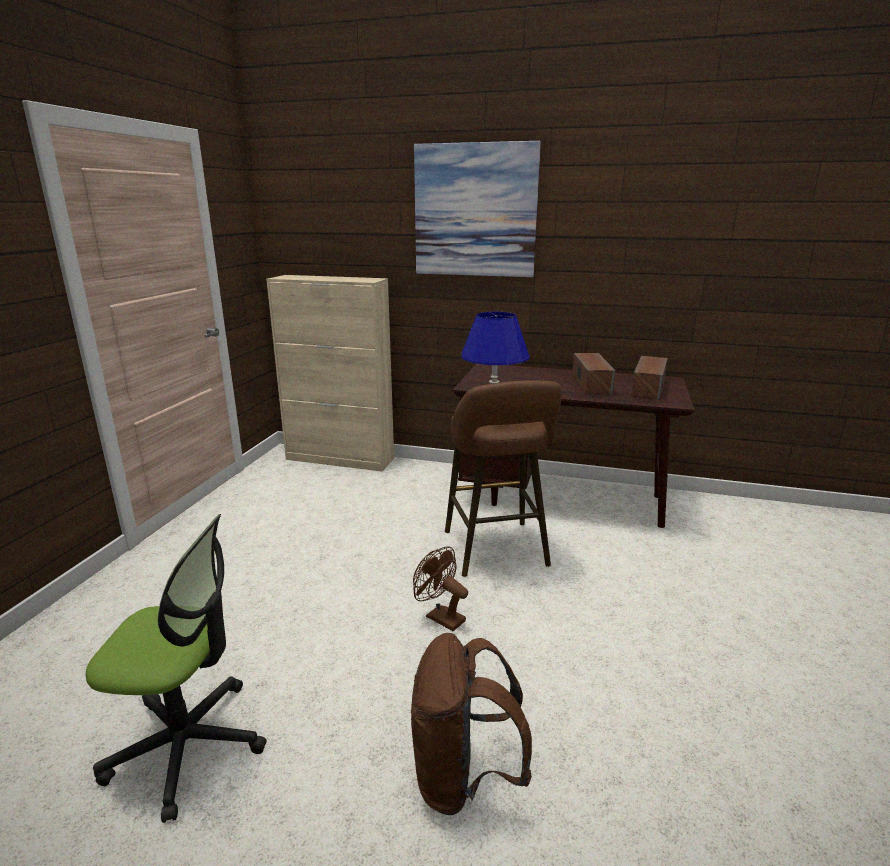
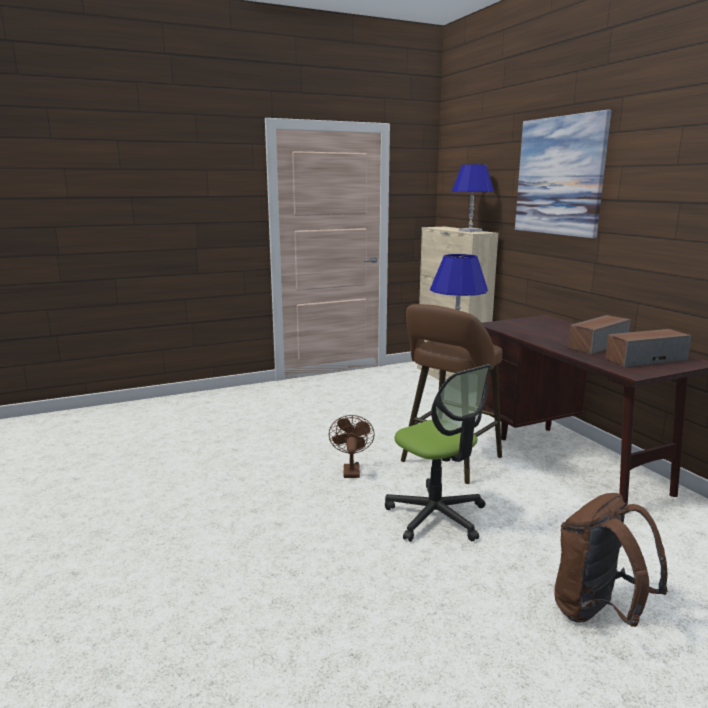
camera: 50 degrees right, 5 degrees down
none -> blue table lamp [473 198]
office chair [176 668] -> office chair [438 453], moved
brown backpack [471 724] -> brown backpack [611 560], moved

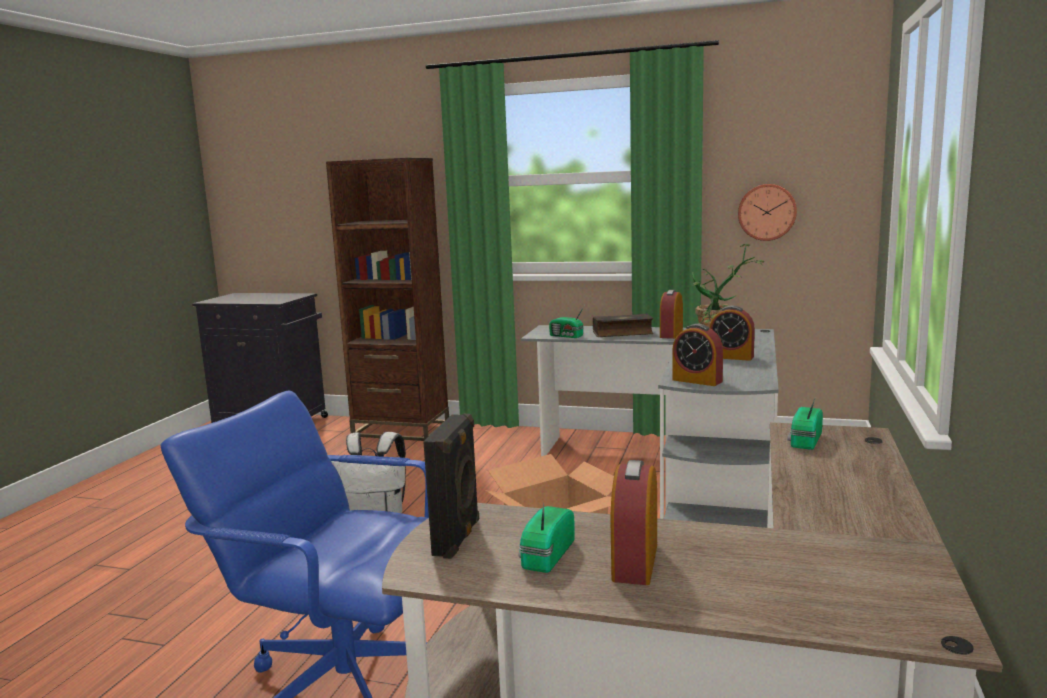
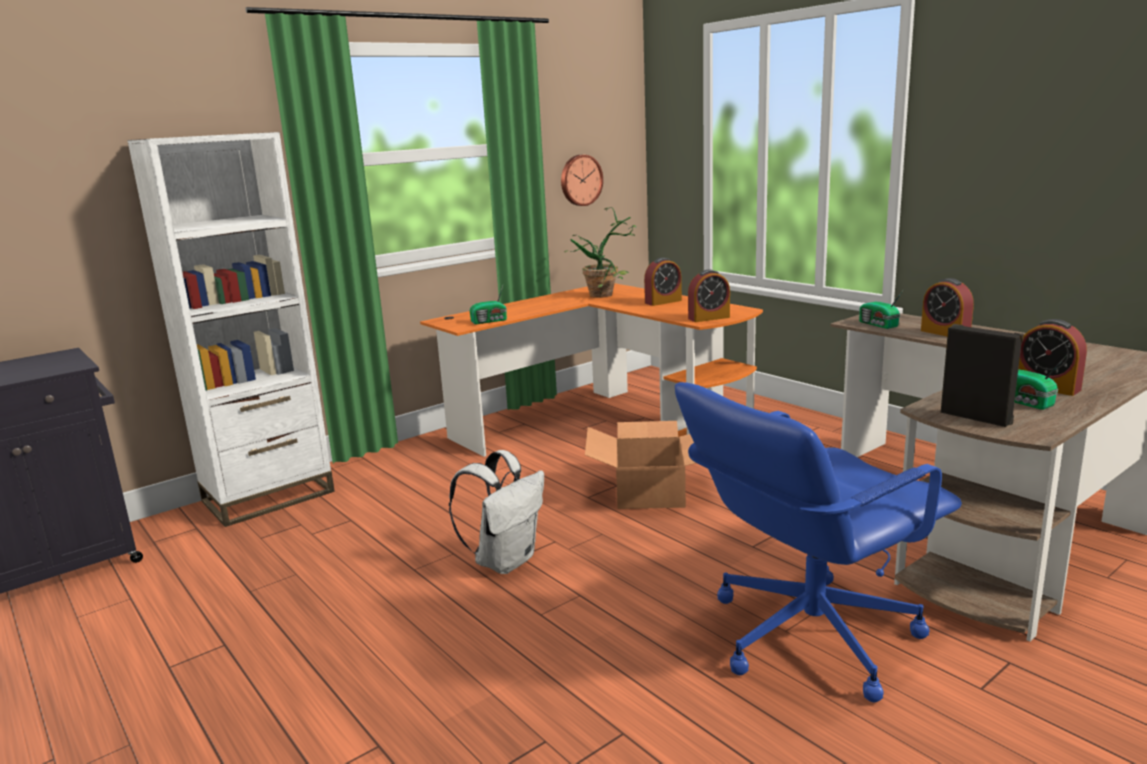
camera: 55 degrees left, 5 degrees up
book [623 325] -> none
alarm clock [671 314] -> alarm clock [947 307], moved
brown bookcase [387 299] -> white bookcase [231 329]
grey desk [650 426] -> orange desk [591 370]

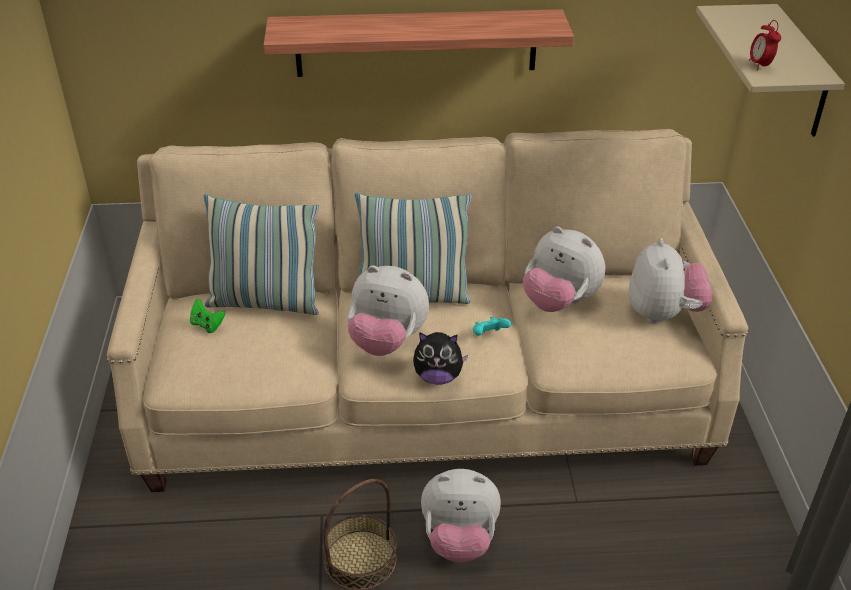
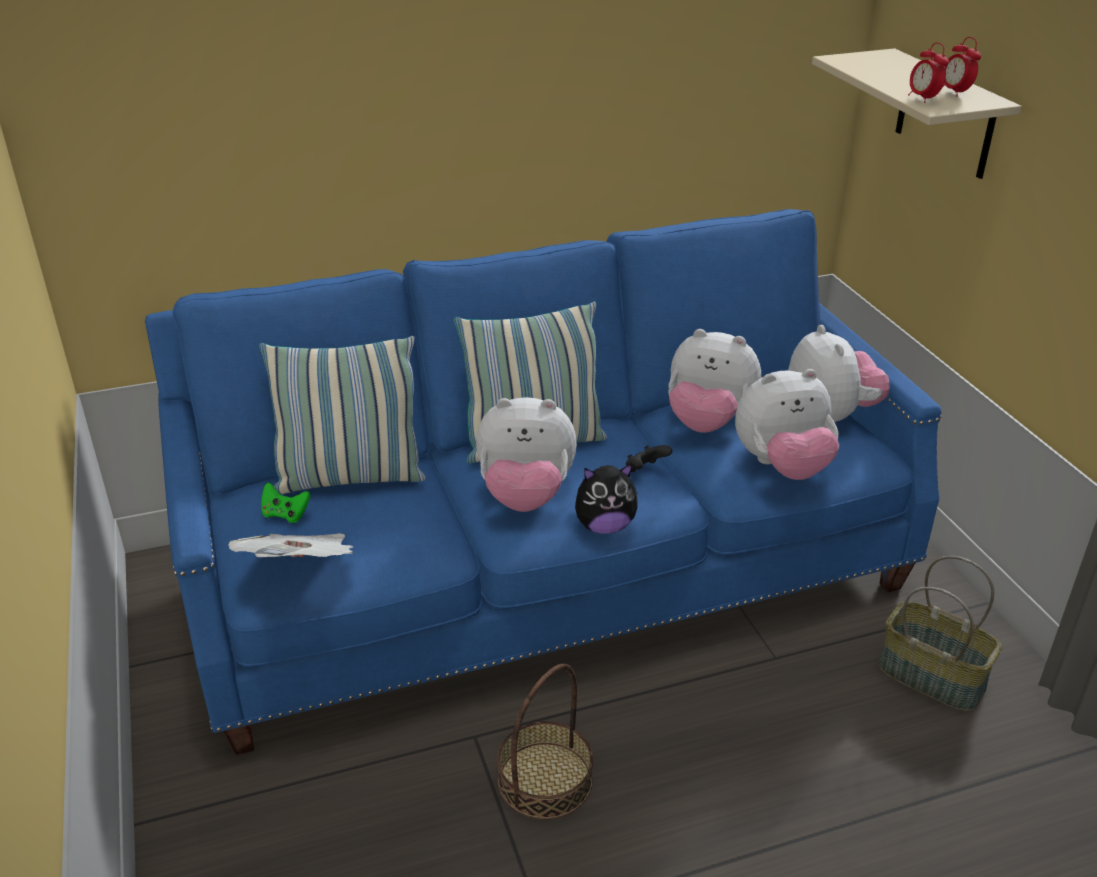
camera: 15 degrees left, 5 degrees down
shelf [419 43] -> none
none -> newspaper [291 545]
none -> basket [940 633]
none -> alarm clock [962 67]
plush toy [461 516] -> plush toy [787 424], moved
beige sofa [427 310] -> blue sofa [543 482]
turquoise game controller [492 326] -> black game controller [649 458]

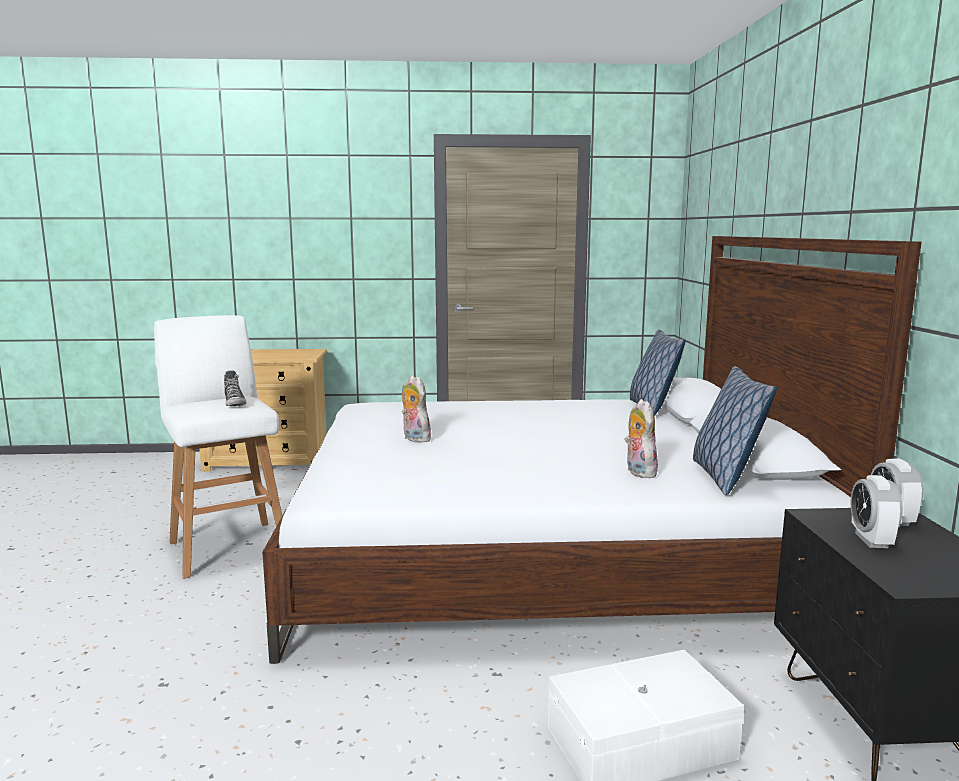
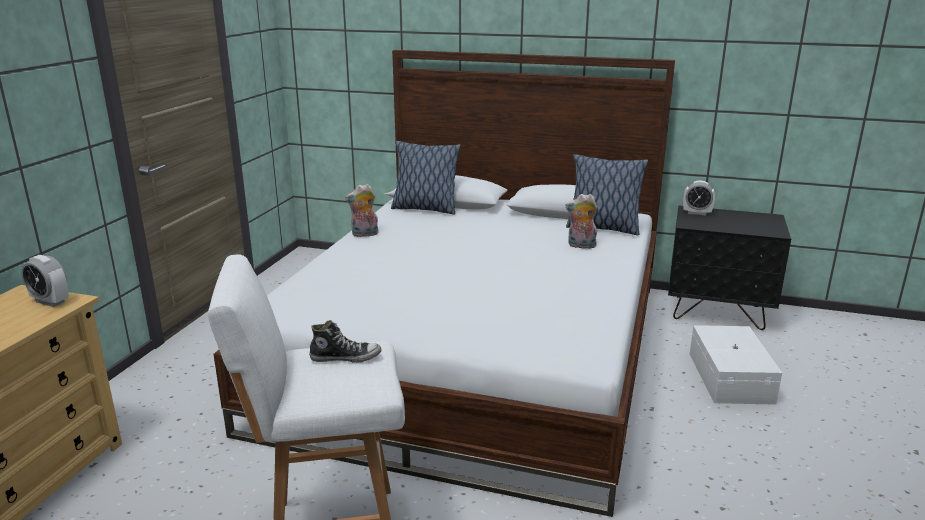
camera: 70 degrees left, 10 degrees up
plush toy [416 409] -> plush toy [362 210], moved
alarm clock [876 511] -> alarm clock [45 281], moved

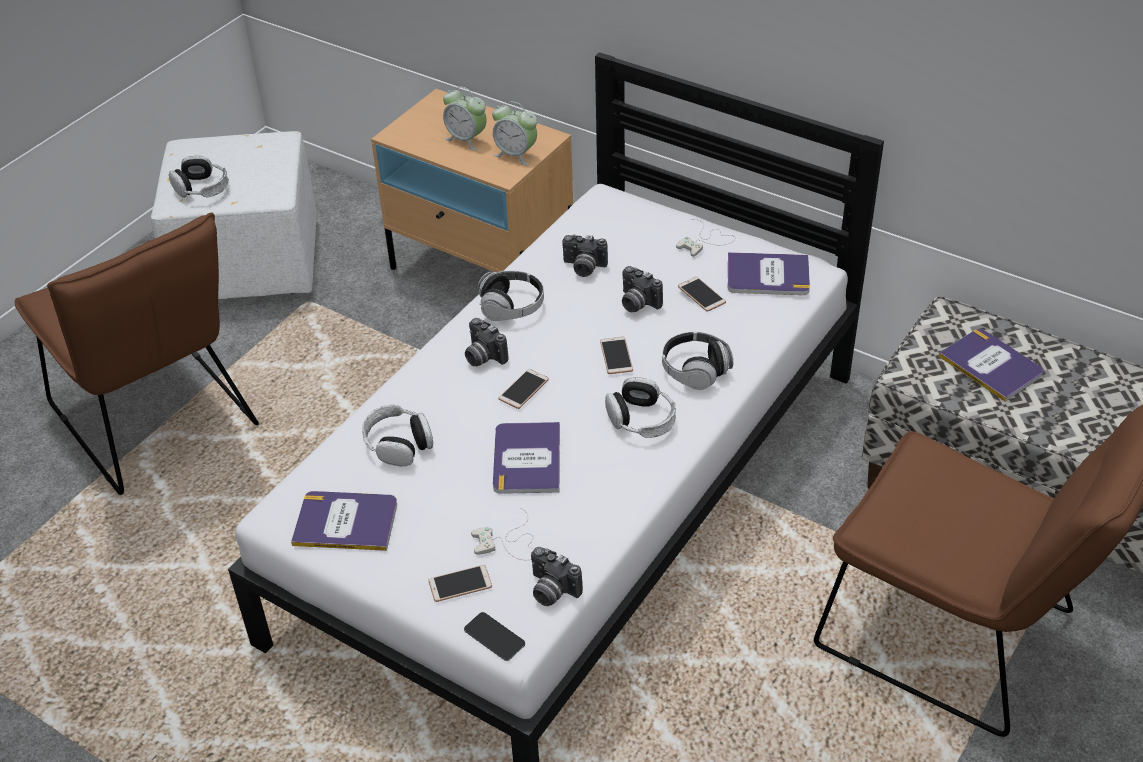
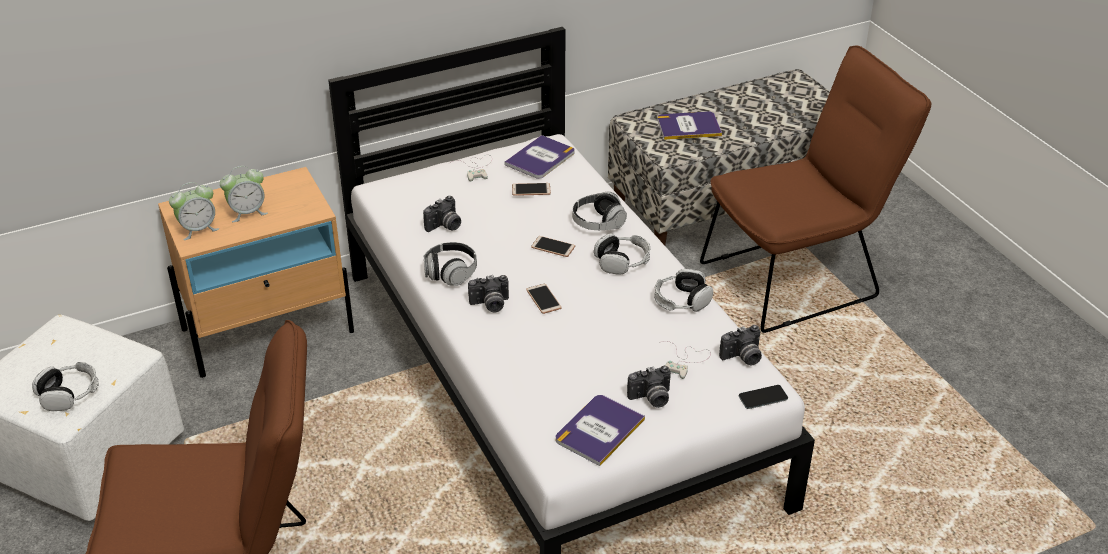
camera: 60 degrees left, 5 degrees down
phone [460 583] -> none
book [526 458] -> none
headphones [397 435] -> headphones [683 290], moved
alarm clock [514 133] -> alarm clock [194 211], moved
photo camera [642 289] -> photo camera [649 387], moved

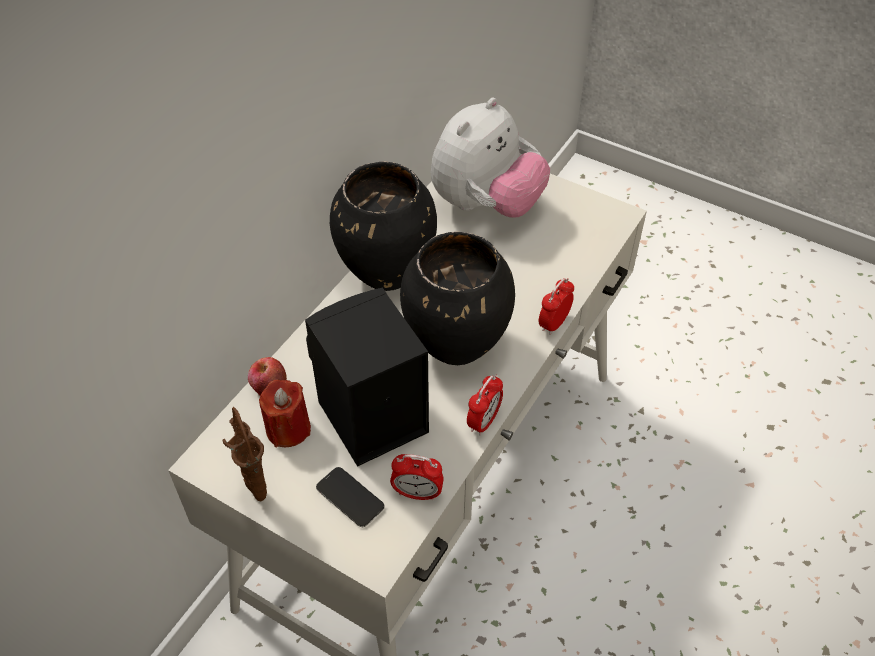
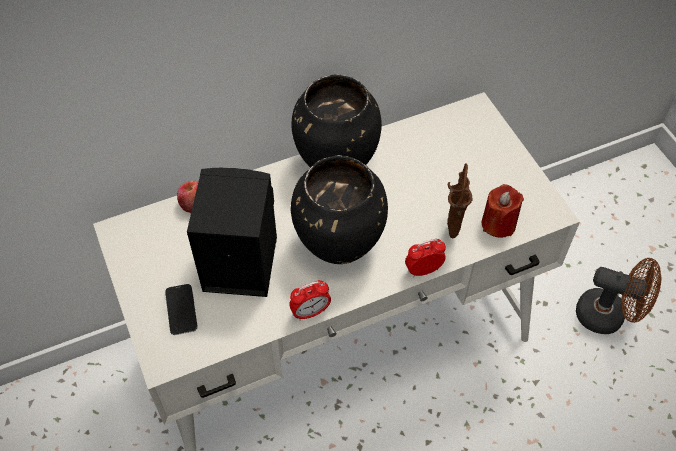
camera: 35 degrees right, 5 degrees up
alarm clock [417 477] -> none
plush toy [490 158] -> none
none -> brown fan [619 296]
brown vase [244 454] -> brown vase [460 200], moved
red candle [285 413] -> red candle [503 211], moved

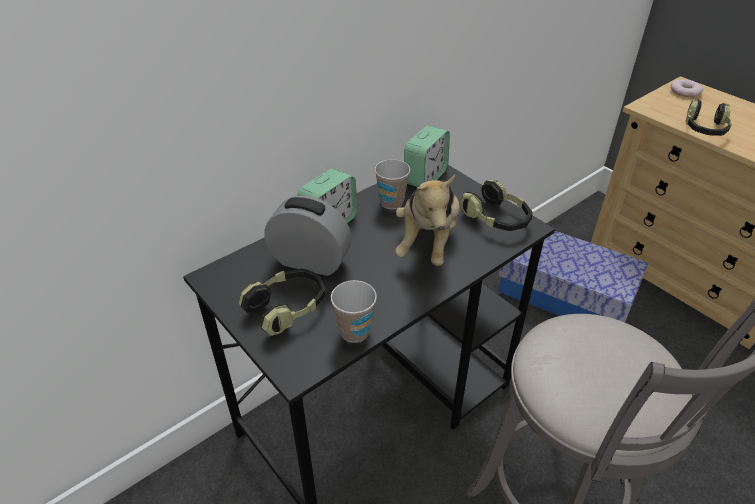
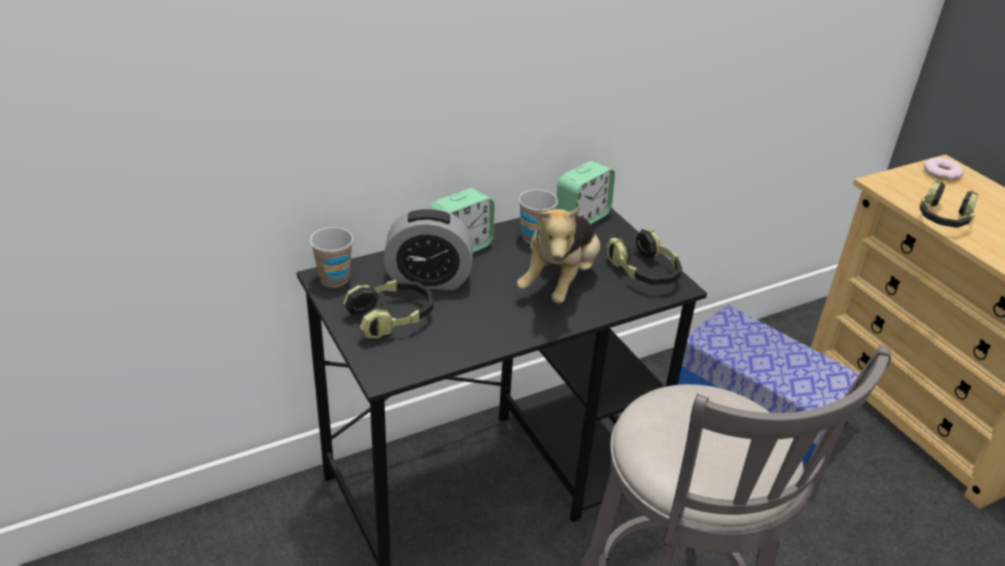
camera: 10 degrees right, 5 degrees down
cup [354 311] -> cup [331 257], moved
alarm clock [308 236] -> alarm clock [428 249], 150 degrees clockwise

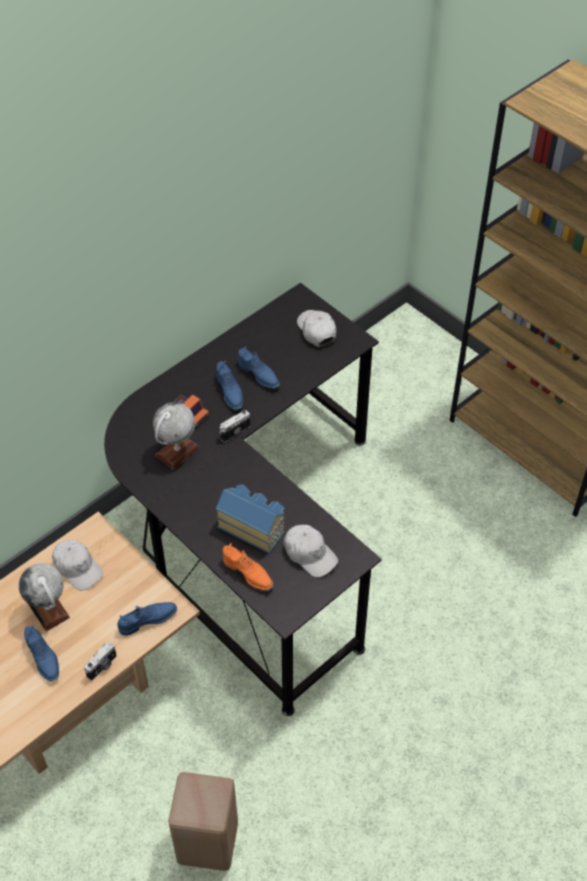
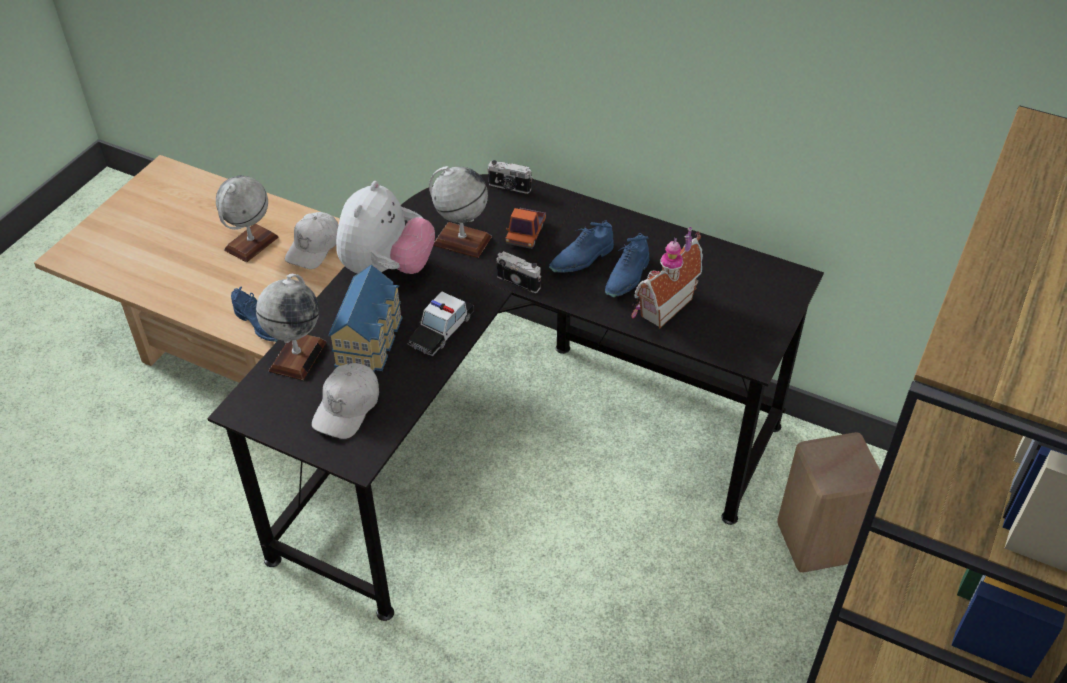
camera: 70 degrees right, 5 degrees down
blue shoe [41 653] -> none
white cap [316 328] -> none
none -> plush toy [385 227]
none -> toy car [440 324]
none -> toy house [667 277]
photo camera [100 661] -> photo camera [510 177], moved
beige stool [203 821] -> beige stool [828 502], moved
orange shoe [248 567] -> globe [291 327]

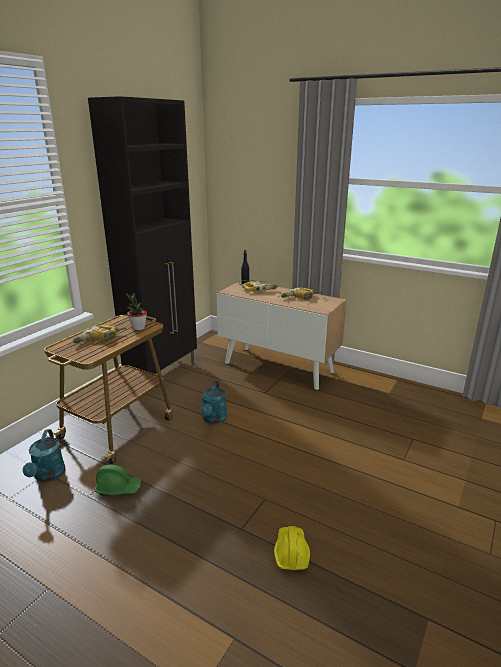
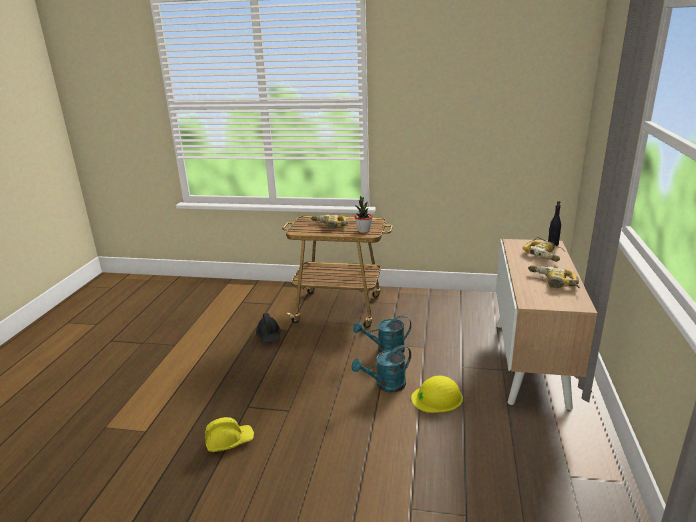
camera: 70 degrees right, 0 degrees up
black cabinet [142 235] -> none
none -> yellow hard hat [437 394]
turquoise watering can [44 455] -> turquoise watering can [381 369], moved
green hard hat [118 480] -> black hard hat [268 328]

